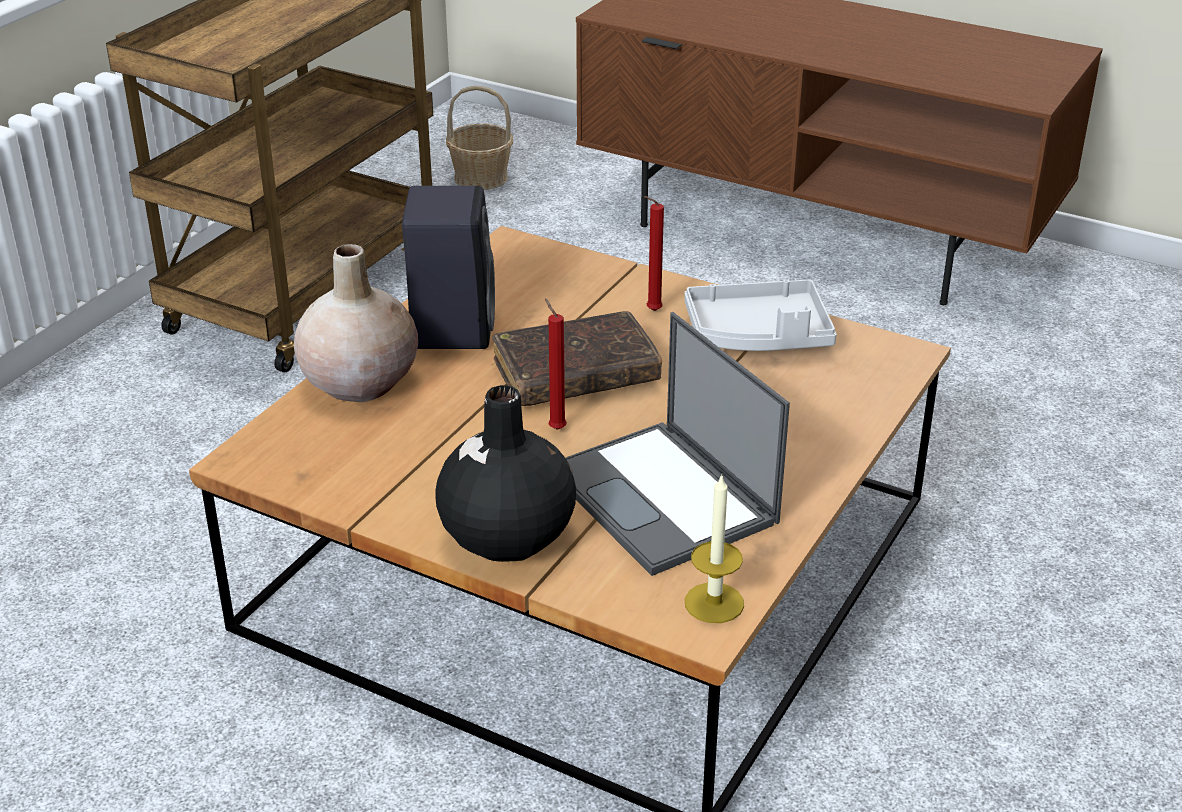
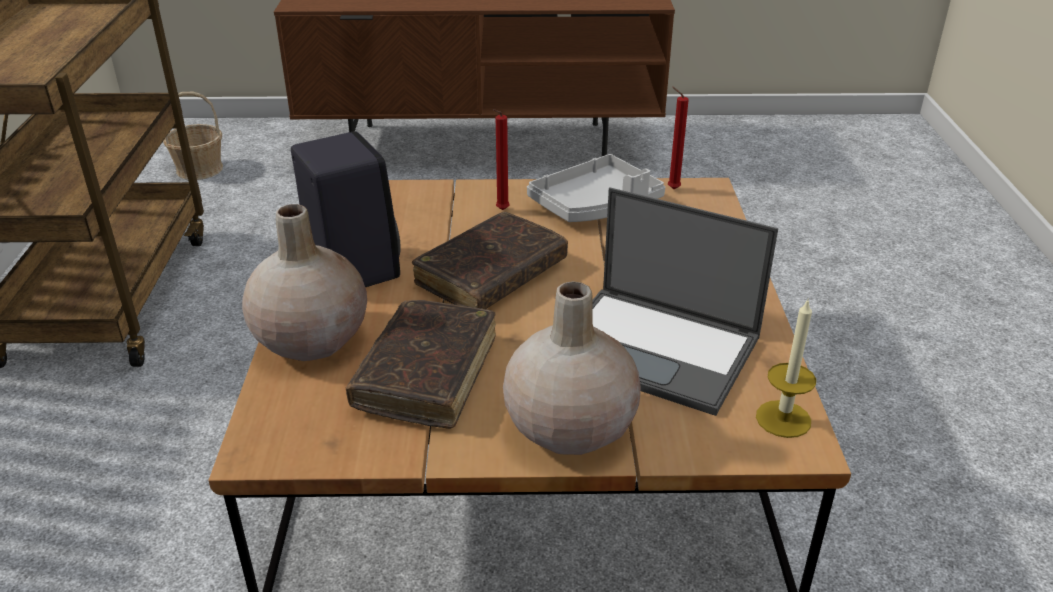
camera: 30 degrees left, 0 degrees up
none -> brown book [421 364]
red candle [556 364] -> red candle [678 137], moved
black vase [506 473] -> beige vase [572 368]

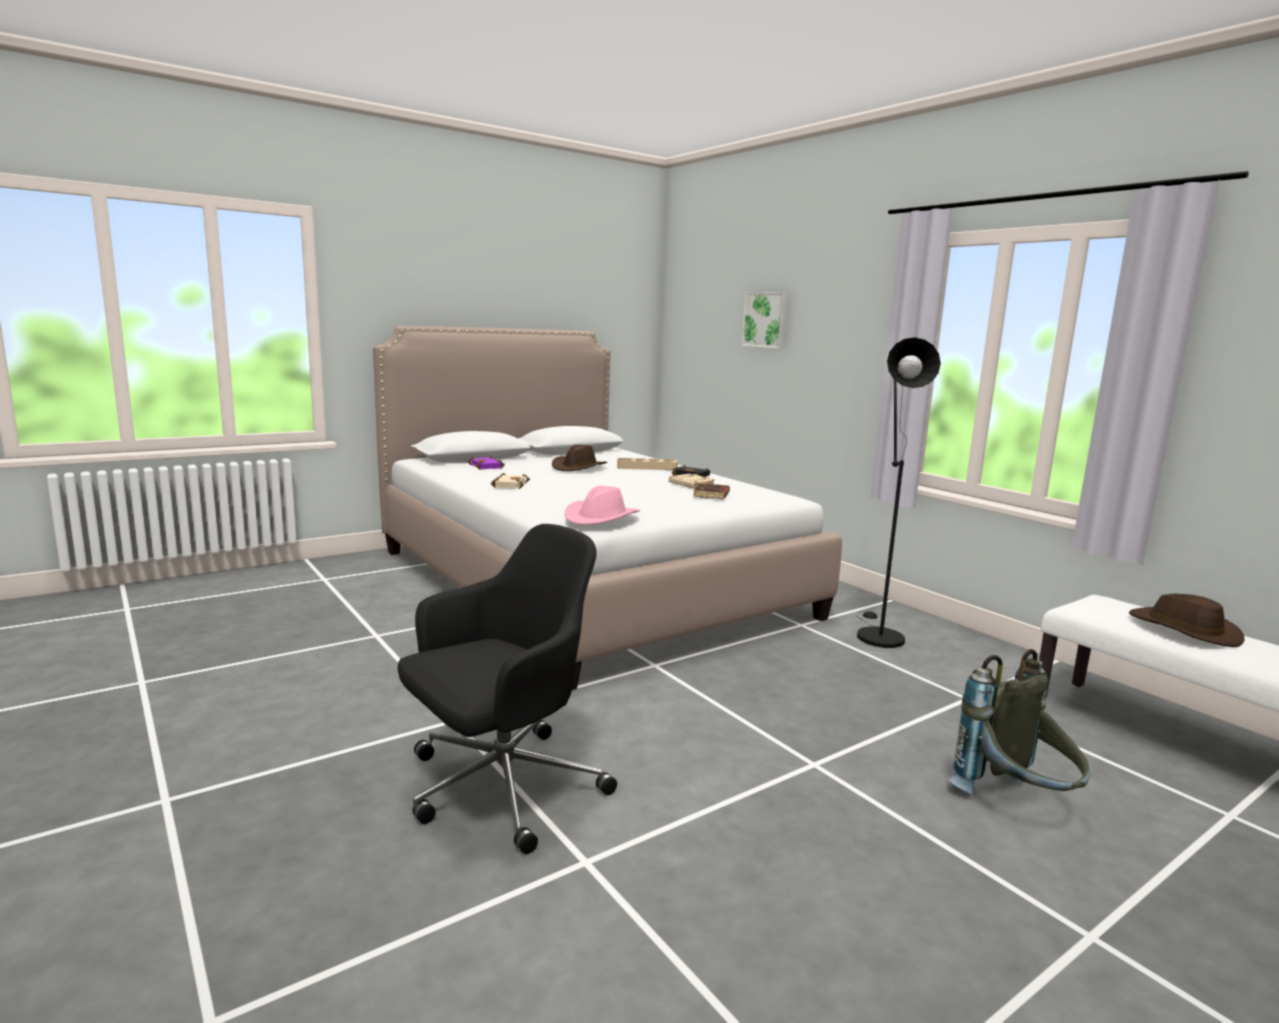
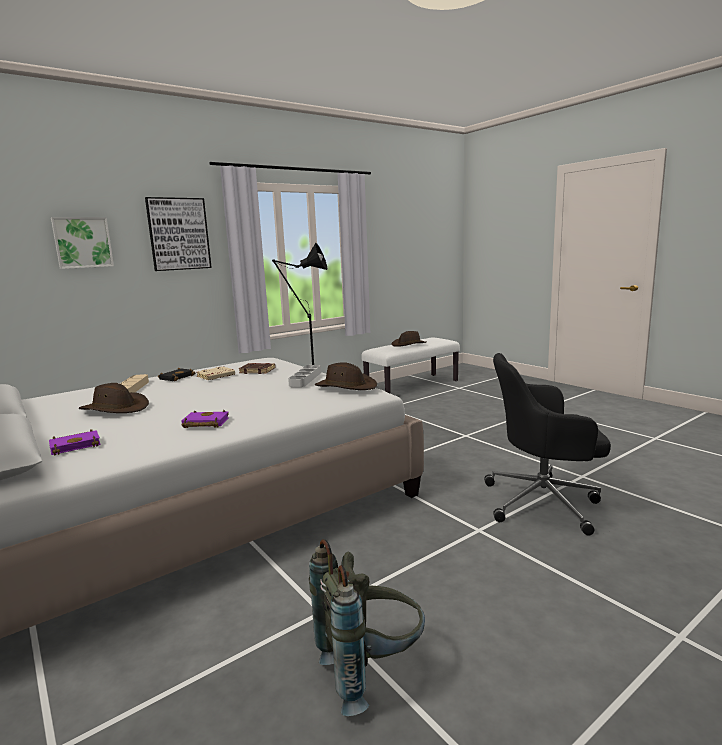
camera: 90 degrees left, 0 degrees up
none -> picture [178 234]
none -> grey tray [304 376]
grey backpack [1018 722] -> grey backpack [367 627], moved
beige book [510 481] -> purple book [205 419]
pink hat [602 505] -> brown hat [346 376]
black office chair [507 689] -> black office chair [547 444], 45 degrees counterclockwise

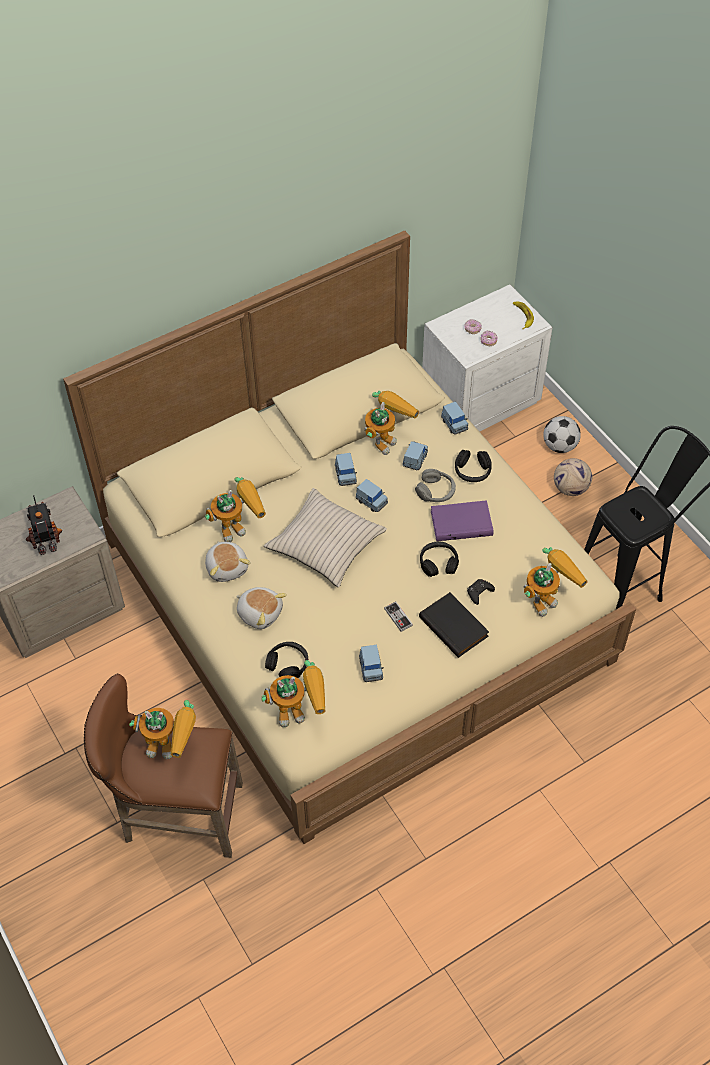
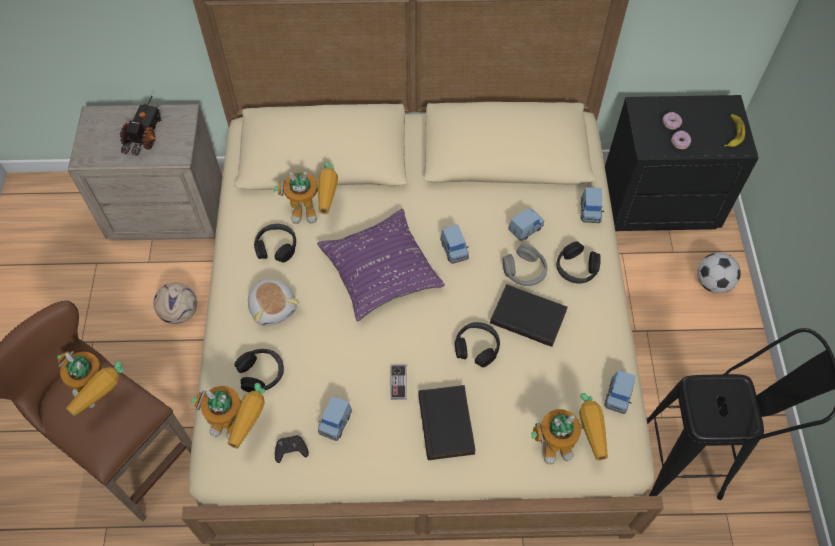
camera: 30 degrees right, 5 degrees up
toy robot [391 423] -> none
blue toy car [346 469] -> blue toy car [620 392], moved
black game controller [481 592] -> black game controller [292 449], moved
football [573 477] -> football [175 303], moved
plush toy [228 561] -> black headphones [275 243]
beige pillow [325 537] -> purple pillow [381 265]
white nightstand [487 358] -> black nightstand [682 163]
purple book [462 520] -> black book [529 315]

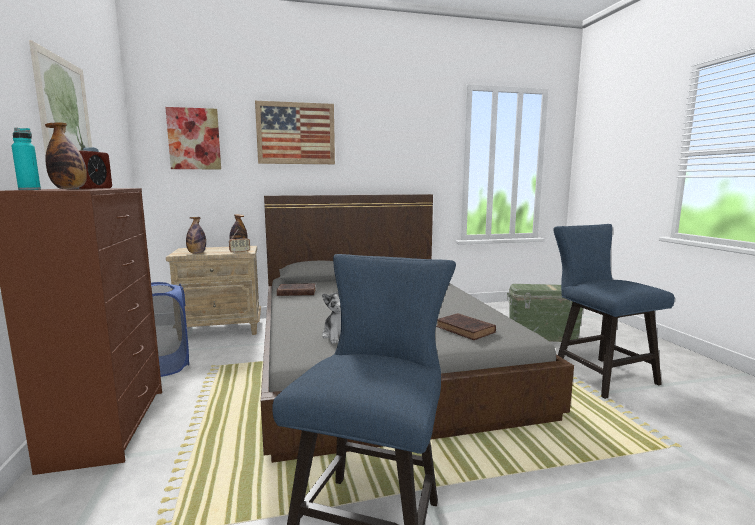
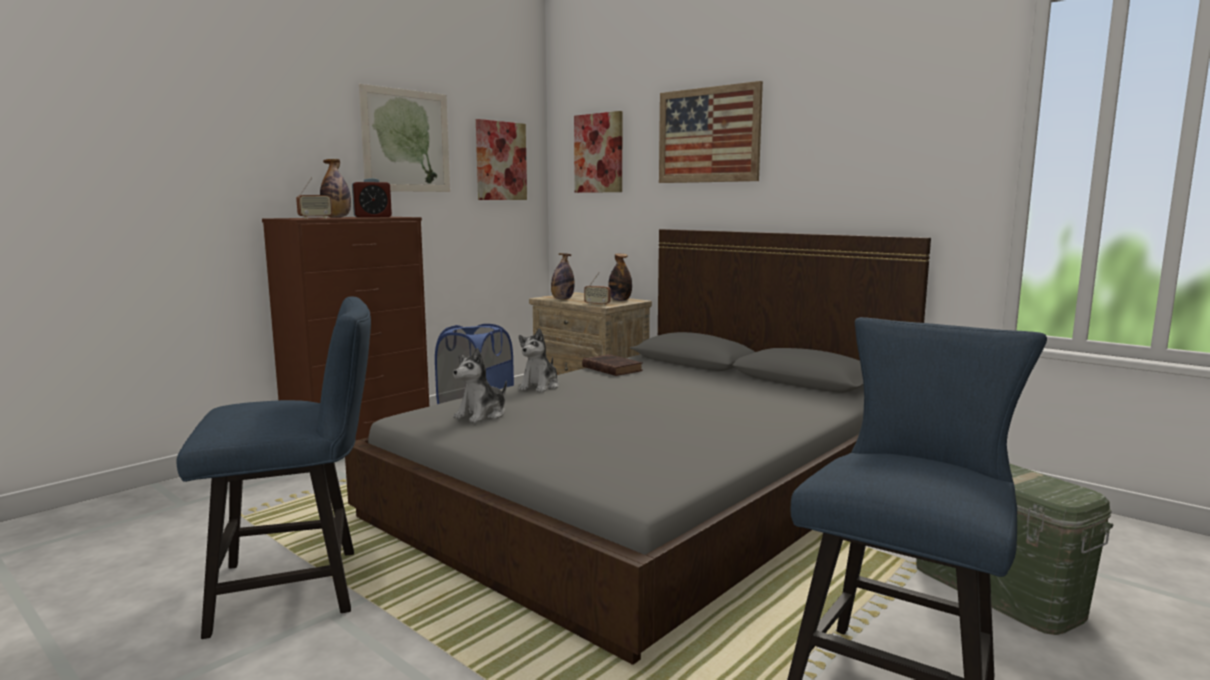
camera: 55 degrees right, 0 degrees up
turquoise bottle [26 159] -> none
brown book [466 326] -> none
none -> radio [314 198]
none -> picture [501 159]
none -> plush toy [538 360]

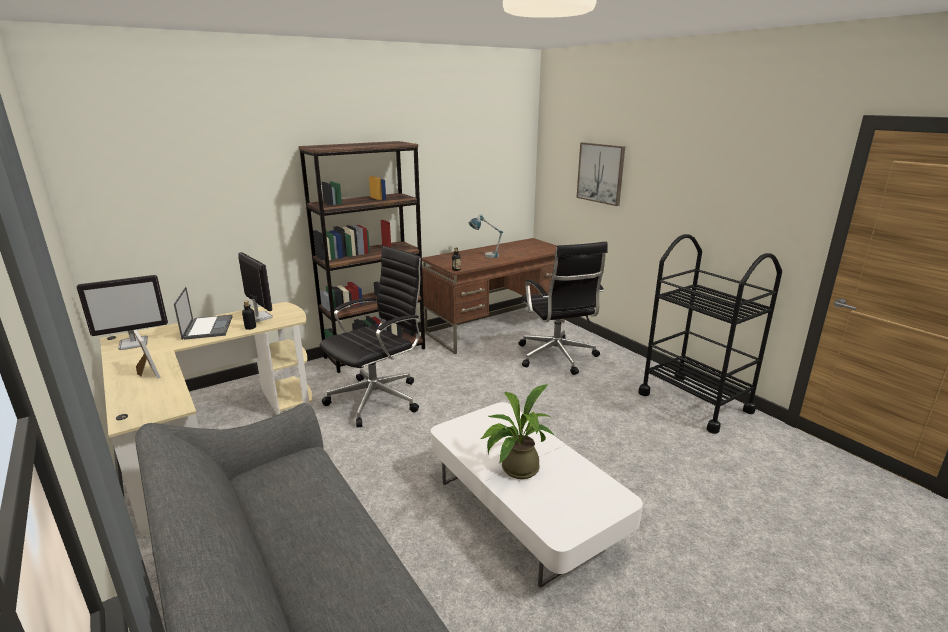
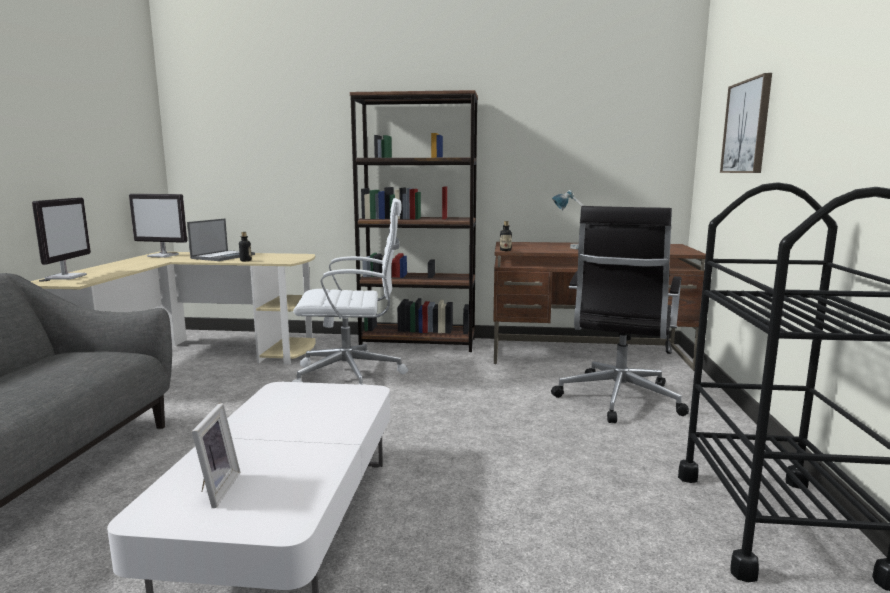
camera: 40 degrees right, 10 degrees down
potted plant [517 431] -> none
picture frame [146 354] -> picture frame [216 455], moved
monitor [255 287] -> monitor [61 239], moved
black office chair [371 336] -> white office chair [350 291]

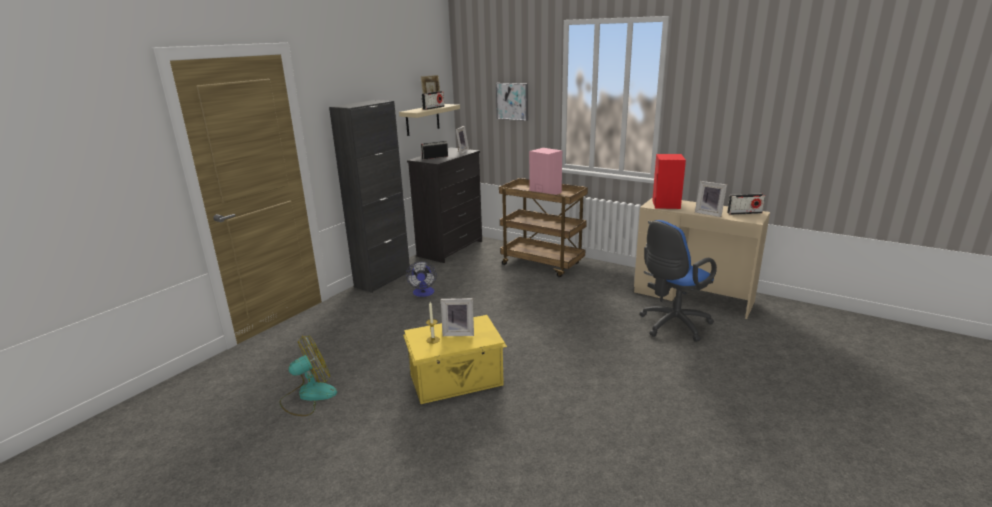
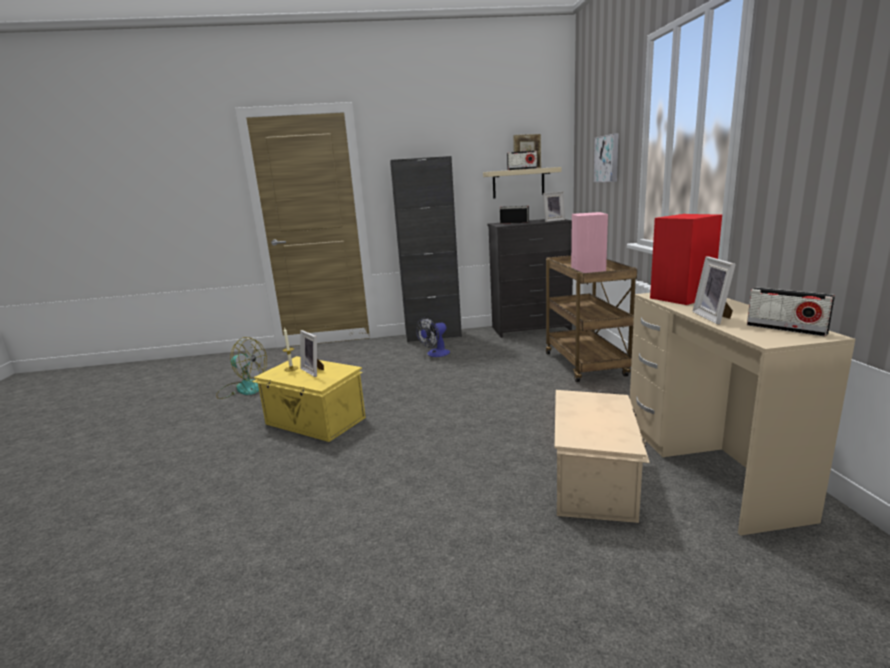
camera: 50 degrees right, 5 degrees down
blue office chair [678 281] -> beige storage box [602 456]

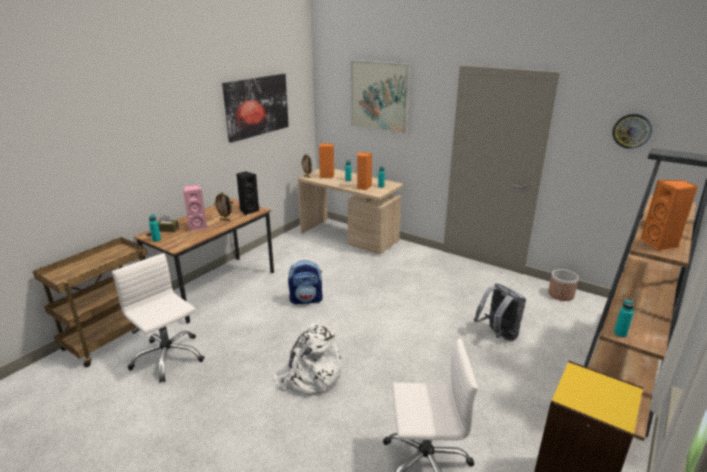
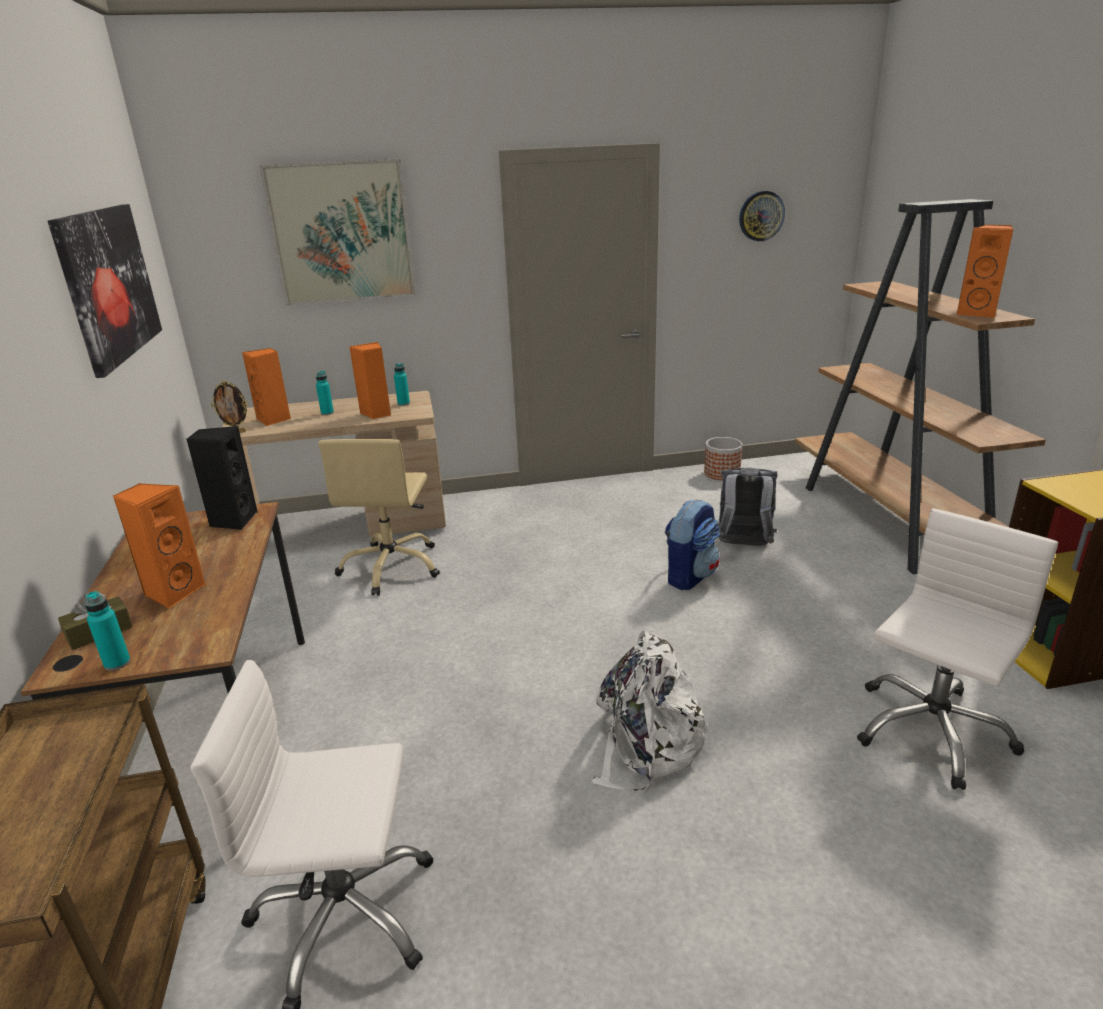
camera: 45 degrees left, 0 degrees up
picture frame [223 206] -> none
turquoise bottle [624 318] -> none
none -> beige office chair [379 517]
backpack [305 282] -> backpack [692 544], moved
pink speaker [195 208] -> orange speaker [159 546]

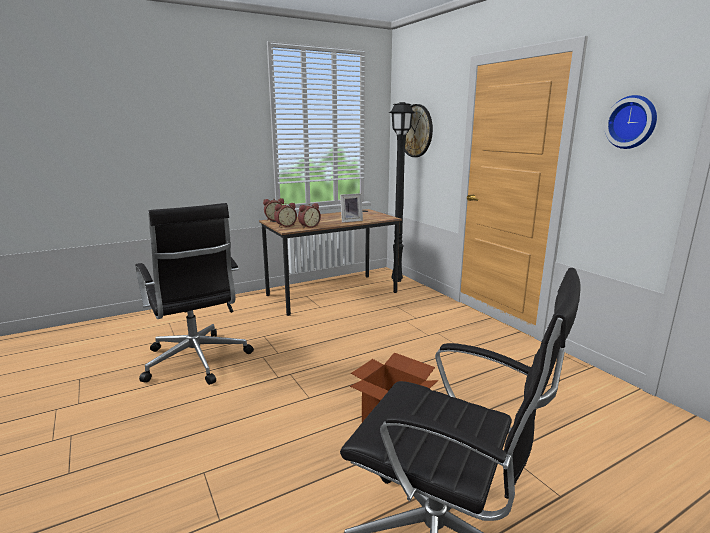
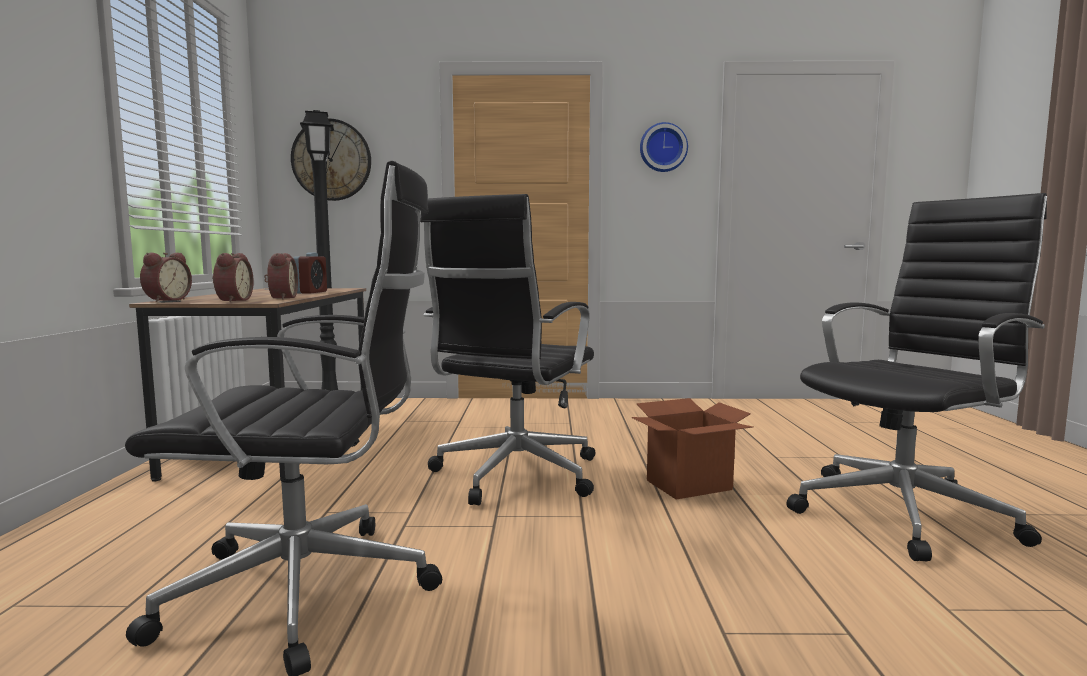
camera: 60 degrees left, 10 degrees down
none -> black office chair [507 349]
picture frame [351 208] -> alarm clock [310 273]

